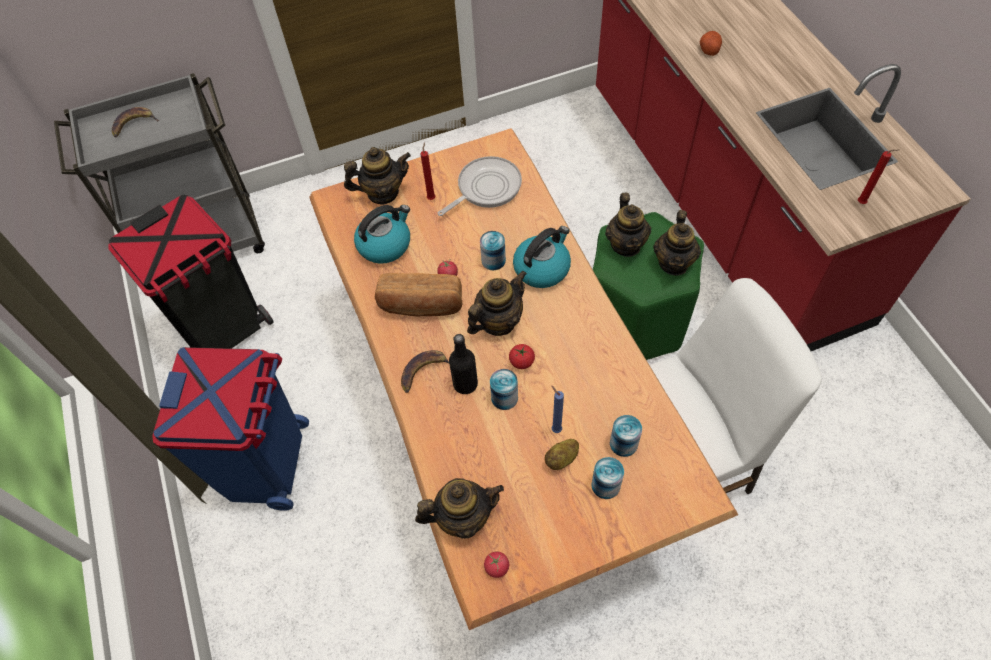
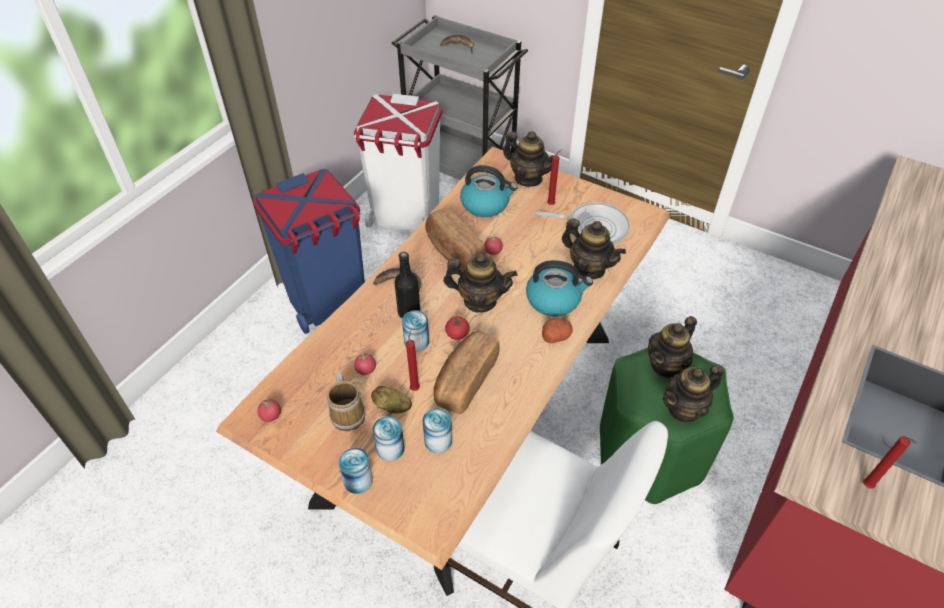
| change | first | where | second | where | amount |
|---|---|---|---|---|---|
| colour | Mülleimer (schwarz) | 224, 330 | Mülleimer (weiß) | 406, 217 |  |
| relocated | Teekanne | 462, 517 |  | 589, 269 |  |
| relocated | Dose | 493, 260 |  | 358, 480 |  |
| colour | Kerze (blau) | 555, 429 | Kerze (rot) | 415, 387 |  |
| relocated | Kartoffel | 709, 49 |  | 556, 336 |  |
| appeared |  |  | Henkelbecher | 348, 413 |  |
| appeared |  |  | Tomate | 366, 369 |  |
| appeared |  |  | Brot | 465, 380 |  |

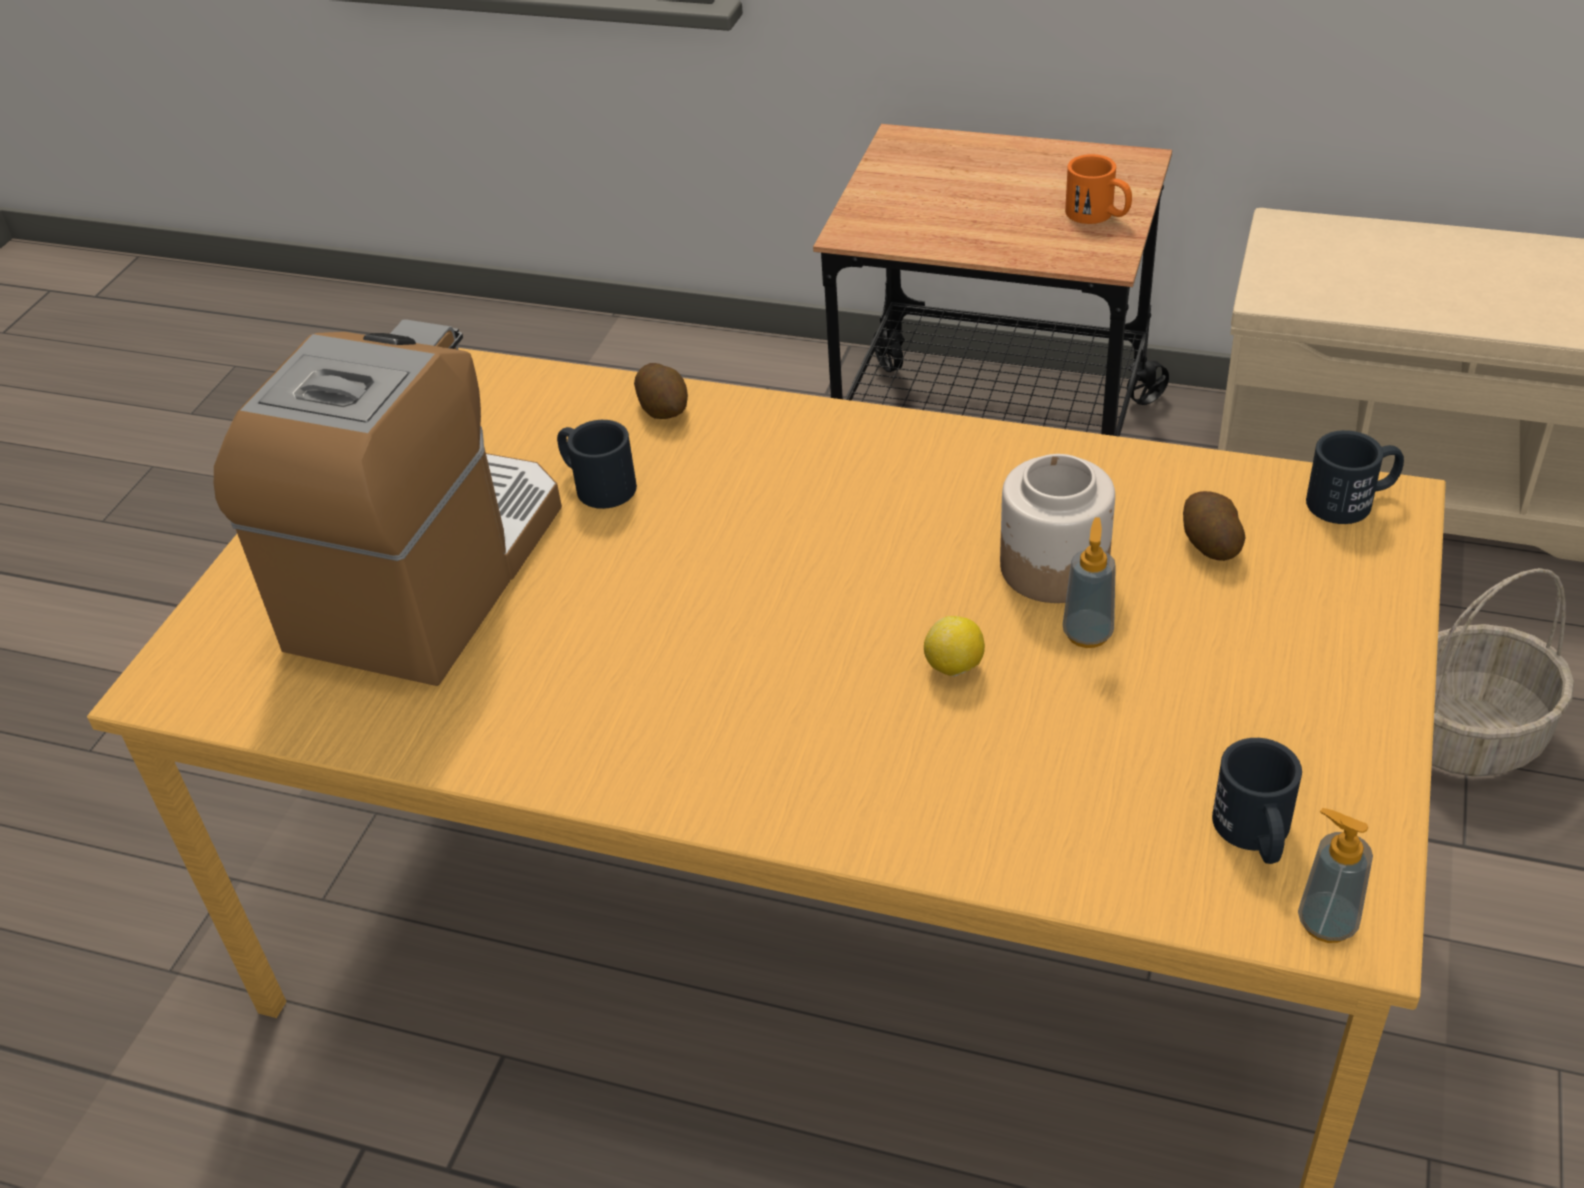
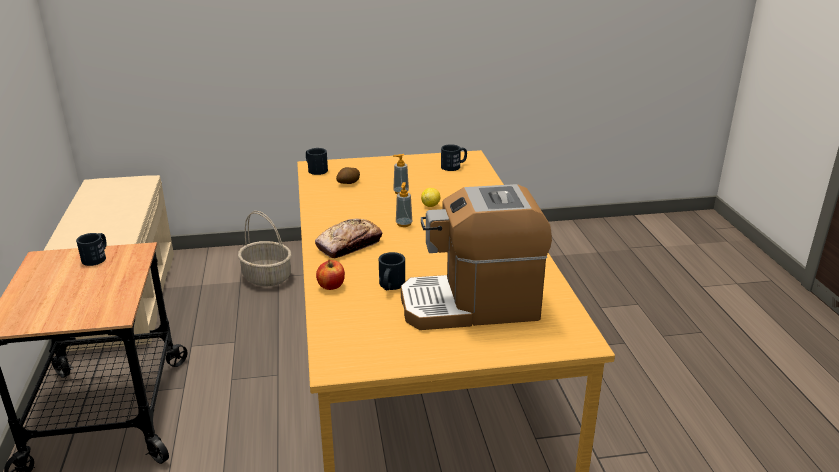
| change | first | where | second | where | amount |
|---|---|---|---|---|---|
| exchanged | Kartoffel | 664, 409 | Apfel | 331, 286 |  |
| missing | Vorratsglas | 1053, 566 |  |  |  |
| colour | Henkelbecher (orange) | 1098, 215 | Henkelbecher (schwarz) | 97, 257 |  |
| relocated | Seifenspender | 1327, 923 |  | 404, 224 |  |
| appeared |  |  | Brot | 349, 245 |  |

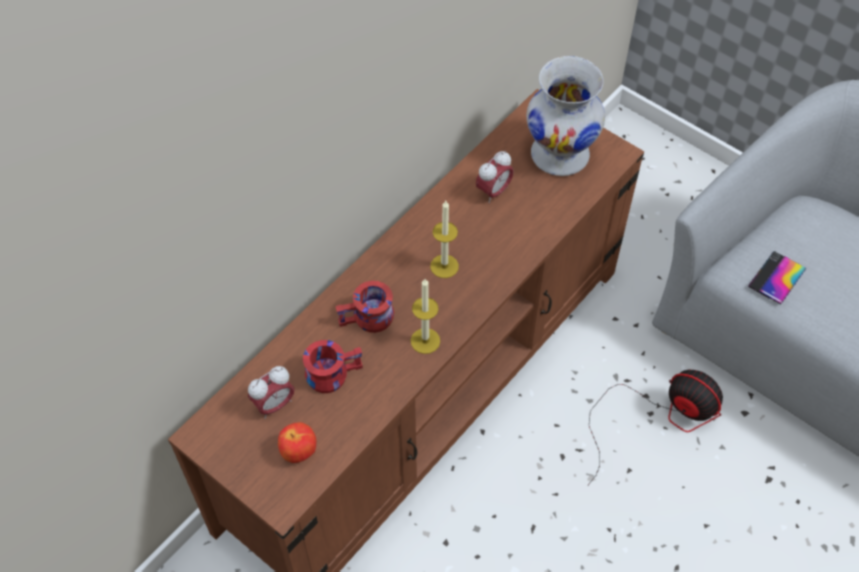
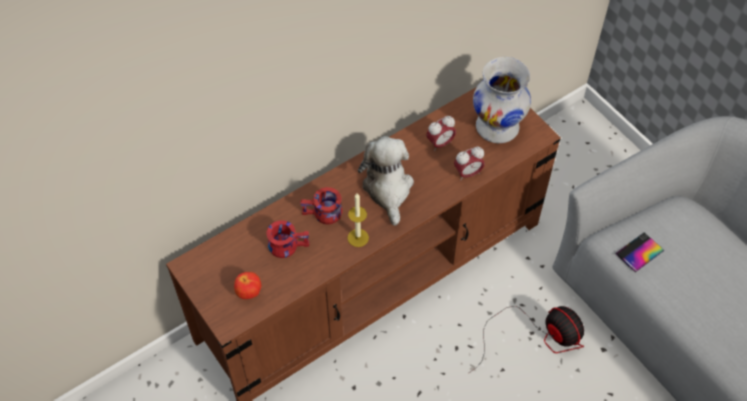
| change | first | where | second | where | amount |
|---|---|---|---|---|---|
| relocated | Wecker | 274, 405 |  | 468, 173 |  |
| exchanged | Kerze | 444, 266 | Plüschtier | 388, 189 |  |

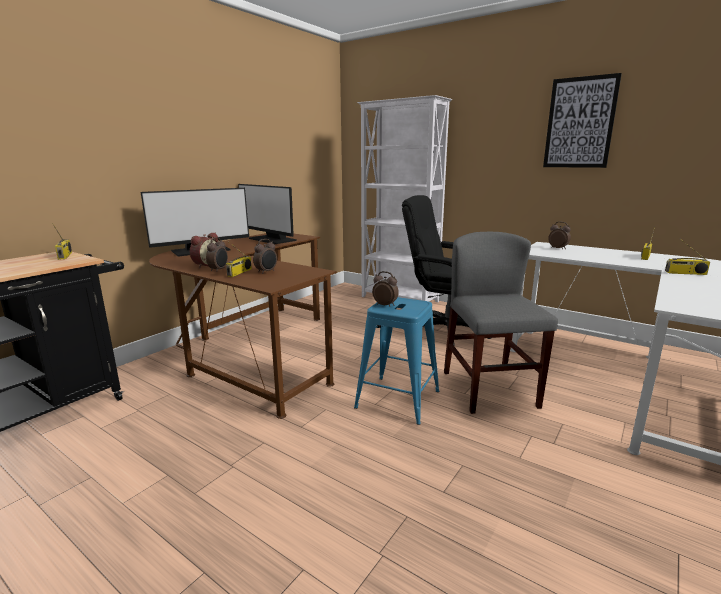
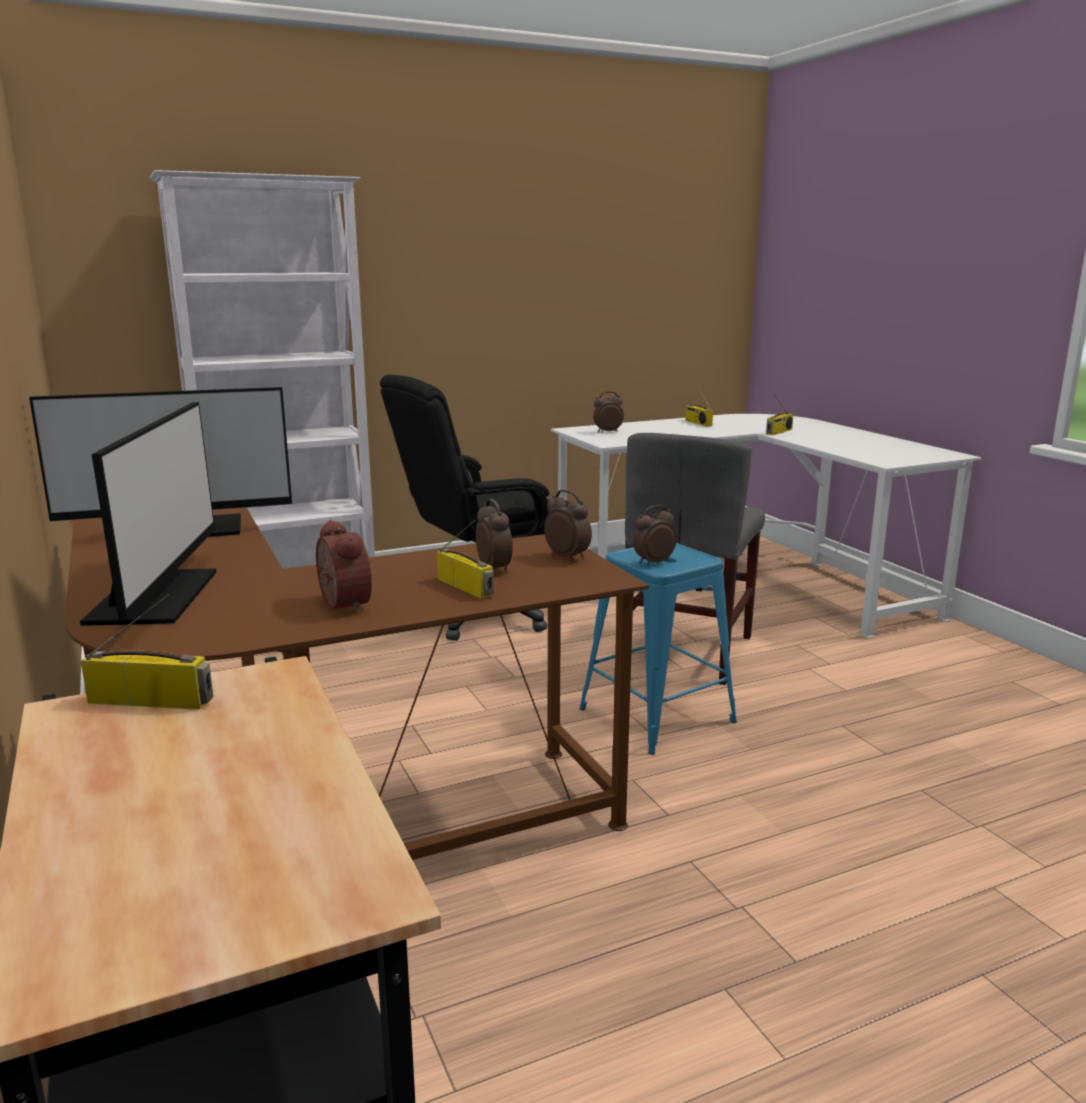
| change | first | where | second | where | amount |
|---|---|---|---|---|---|
| relocated | Wecker | 219, 270 |  | 568, 557 |  |
| spun | Stuhl (grau) | 489, 389 |  | 687, 651 | 90 degrees counterclockwise |
| missing | Bild | 580, 123 |  |  |  |

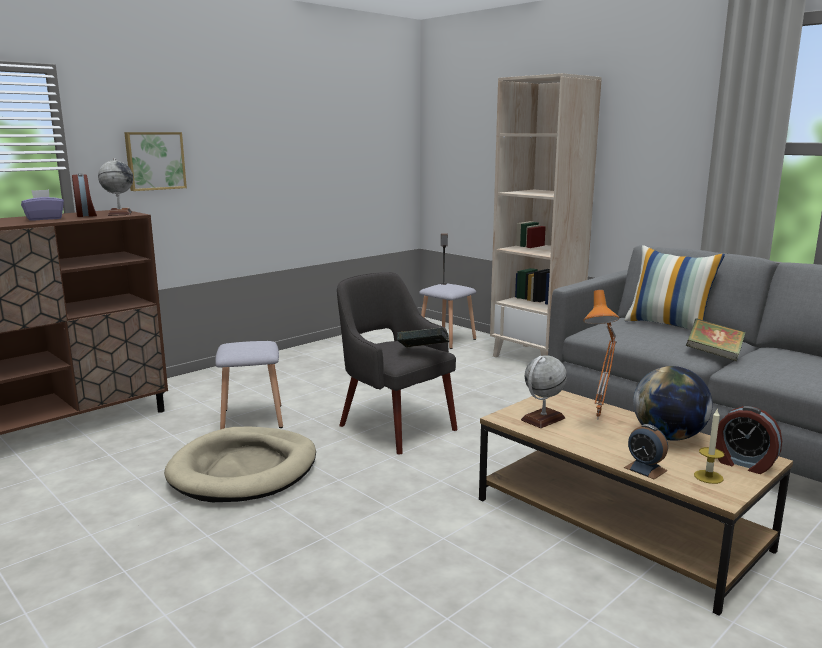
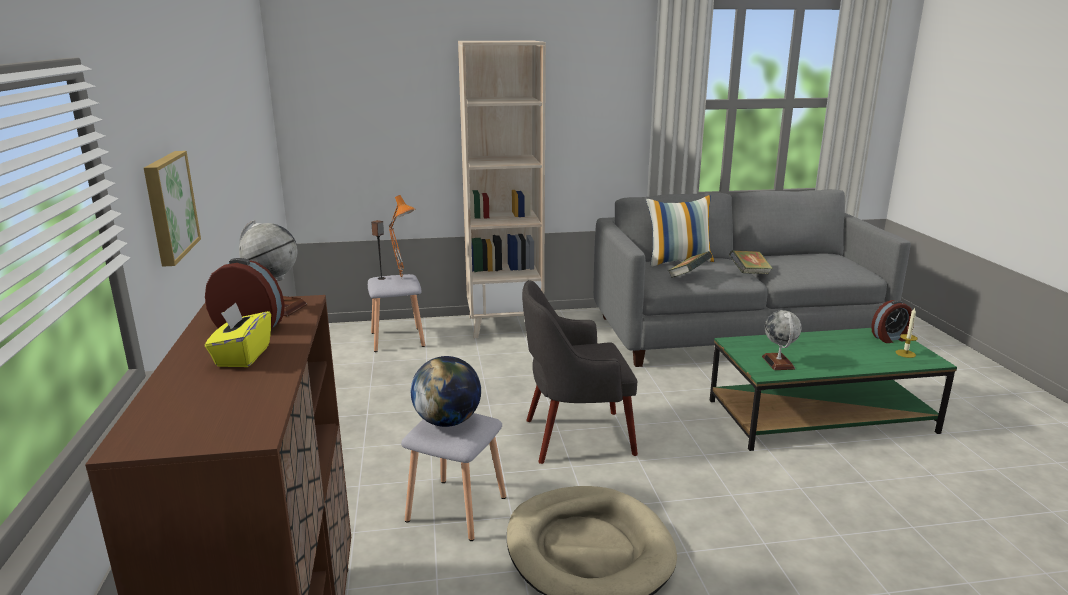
| change | first | where | second | where | amount |
|---|---|---|---|---|---|
| colour | Taschentuchbox (lila) | 44, 219 | Taschentuchbox (gelb) | 242, 356 |  |
| relocated | Buch | 423, 352 |  | 688, 276 |  |
| colour | Couchtisch (braun) | 618, 523 | Couchtisch (grün) | 820, 416 |  |
| relocated | Tischlampe (orange) | 600, 419 |  | 403, 278 |  |
| missing | Wecker | 645, 469 |  |  |  |
| relocated | Globus | 668, 437 |  | 447, 421 |  |

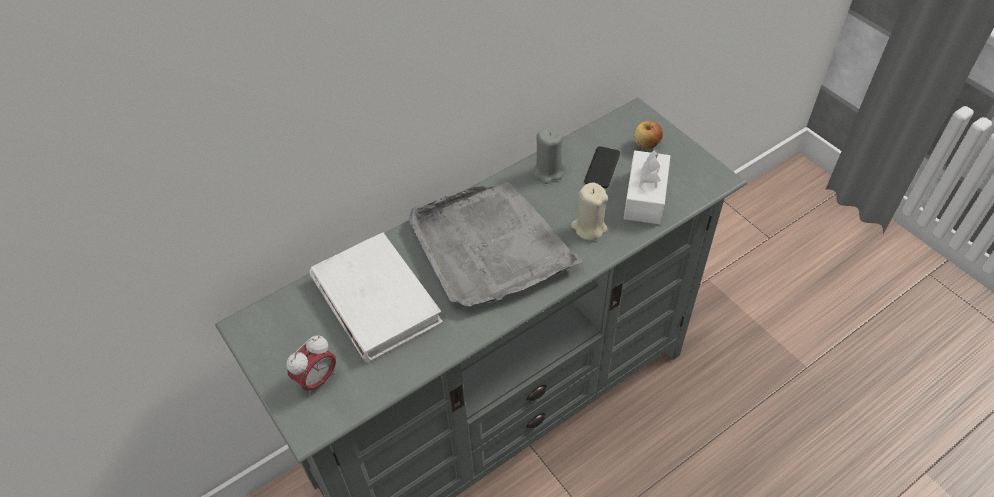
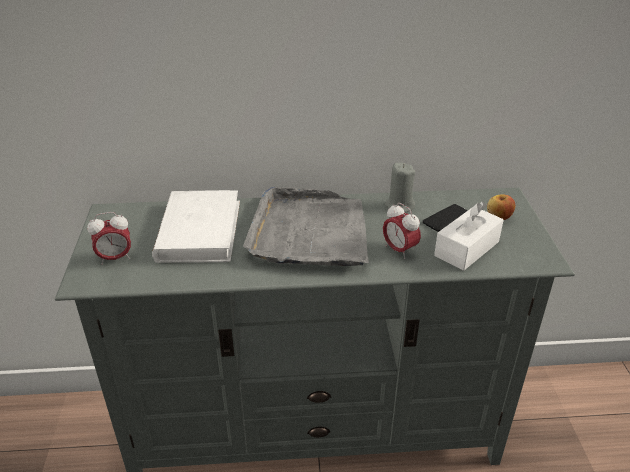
| change | first | where | second | where | amount |
|---|---|---|---|---|---|
| exchanged | Kerze (beige) | 589, 228 | Wecker | 399, 250 |  |

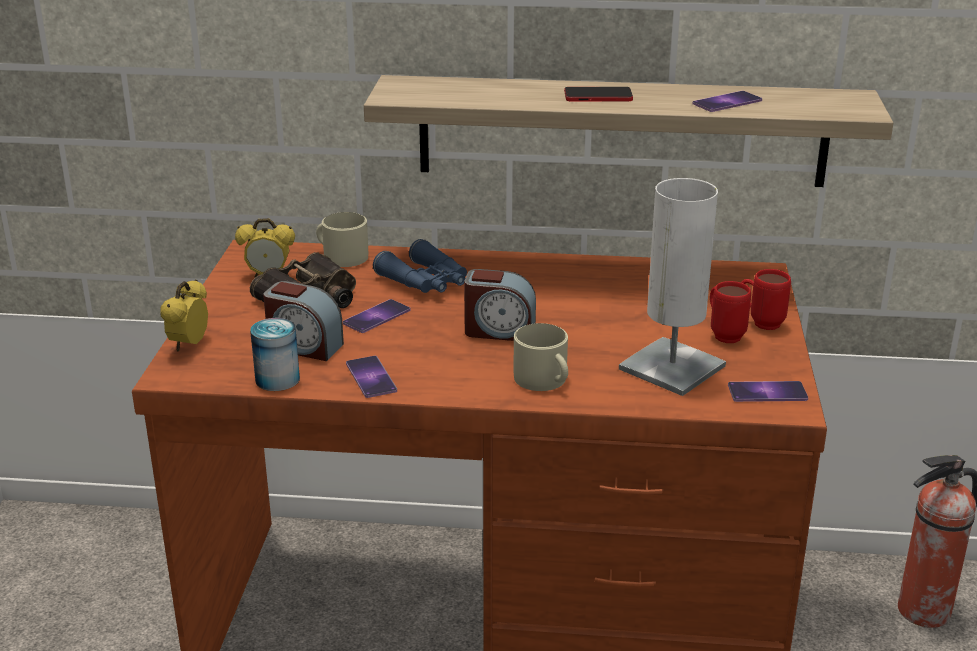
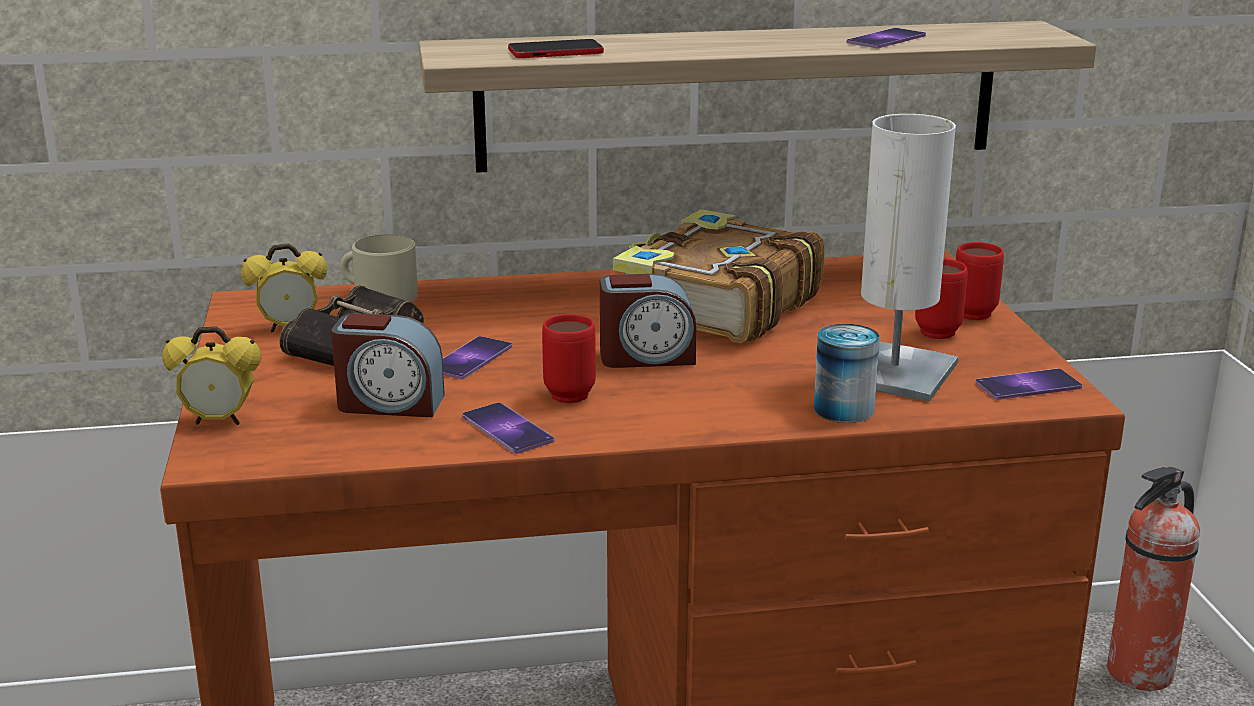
| change | first | where | second | where | amount |
|---|---|---|---|---|---|
| spun | Wecker | 189, 345 |  | 219, 421 | 90 degrees counterclockwise |
| relocated | Dose | 277, 379 |  | 843, 409 |  |
| missing | Fernglas (blau) | 426, 282 |  |  |  |
| missing | Henkelbecher (beige) | 544, 380 |  |  |  |
| relocated | Handy | 598, 96 |  | 555, 51 |  |
| appeared |  |  | Henkelbecher (rot) | 569, 391 |  |
| appeared |  |  | Buch | 716, 307 |  |

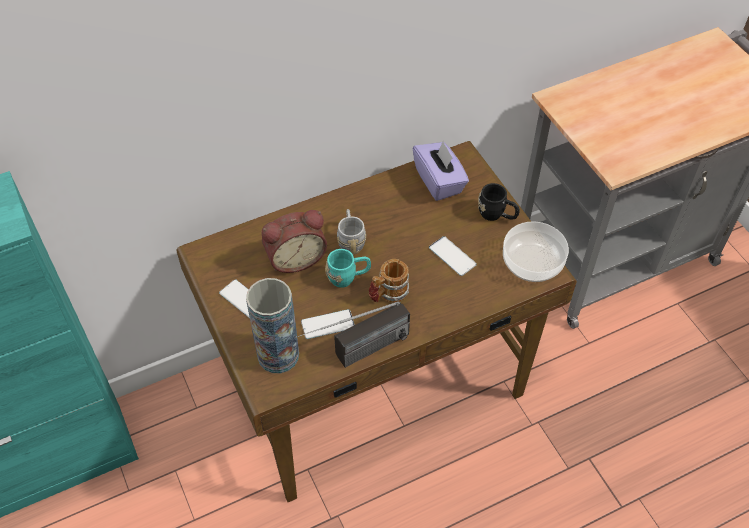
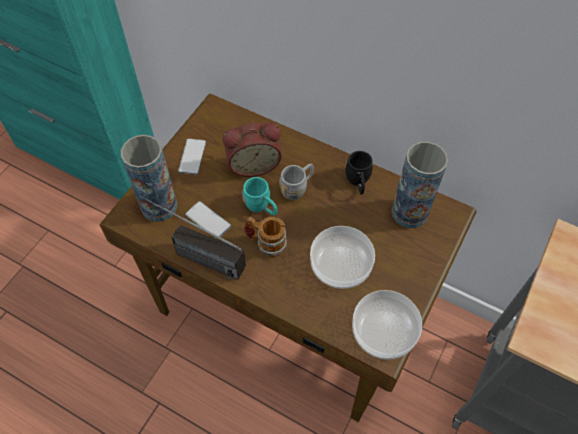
| change | first | where | second | where | amount |
|---|---|---|---|---|---|
| spun | Wecker | 295, 257 |  | 253, 163 | 45 degrees counterclockwise |
| exchanged | Taschentuchbox (lila) | 439, 181 | Vase | 409, 212 |  |
| exchanged | Handy | 452, 256 | Schüssel | 340, 266 |  |
| relocated | Henkelbecher (schwarz) | 496, 215 |  | 358, 182 |  |

